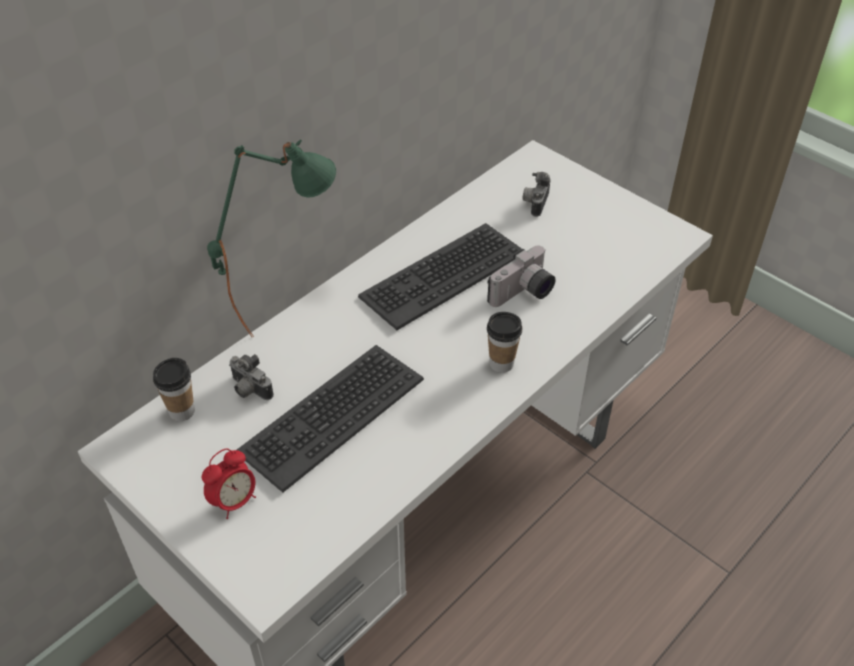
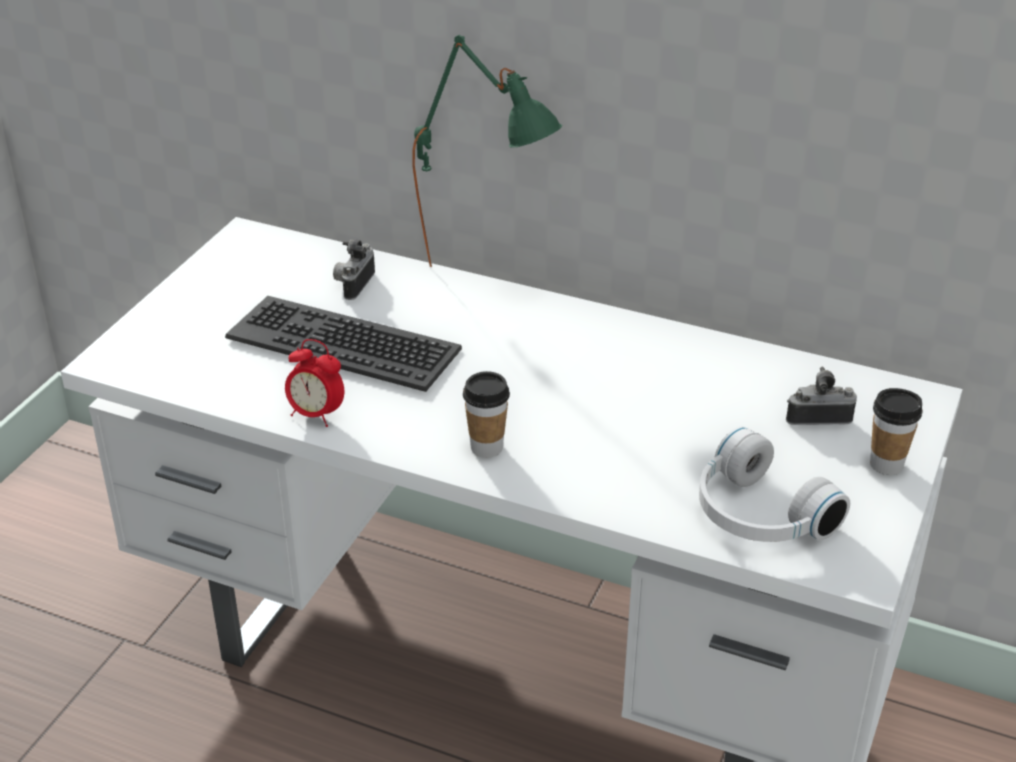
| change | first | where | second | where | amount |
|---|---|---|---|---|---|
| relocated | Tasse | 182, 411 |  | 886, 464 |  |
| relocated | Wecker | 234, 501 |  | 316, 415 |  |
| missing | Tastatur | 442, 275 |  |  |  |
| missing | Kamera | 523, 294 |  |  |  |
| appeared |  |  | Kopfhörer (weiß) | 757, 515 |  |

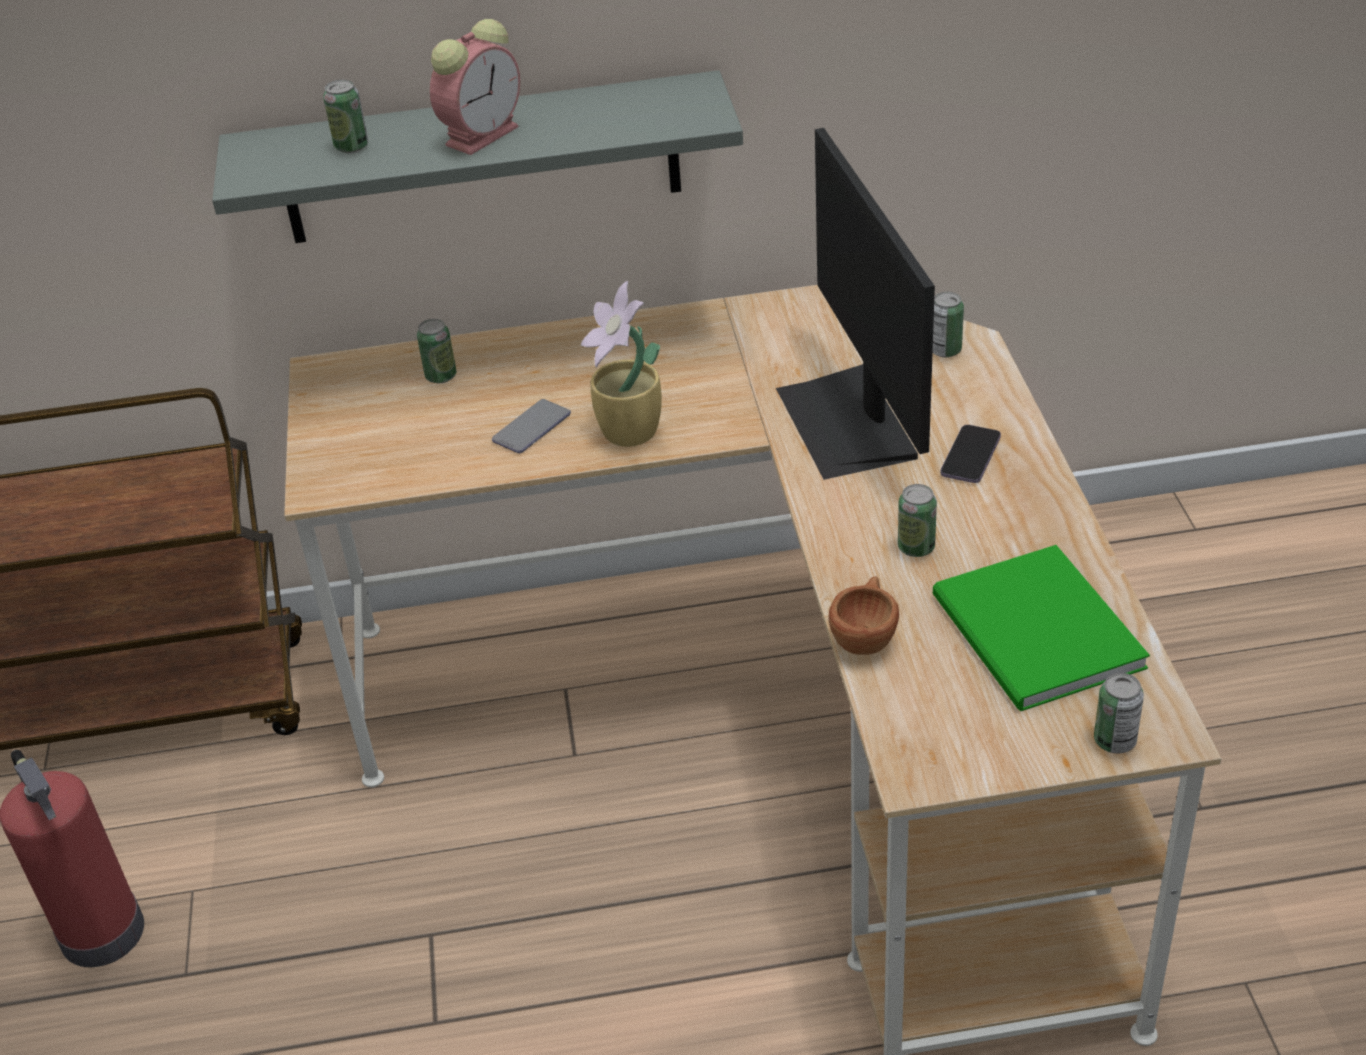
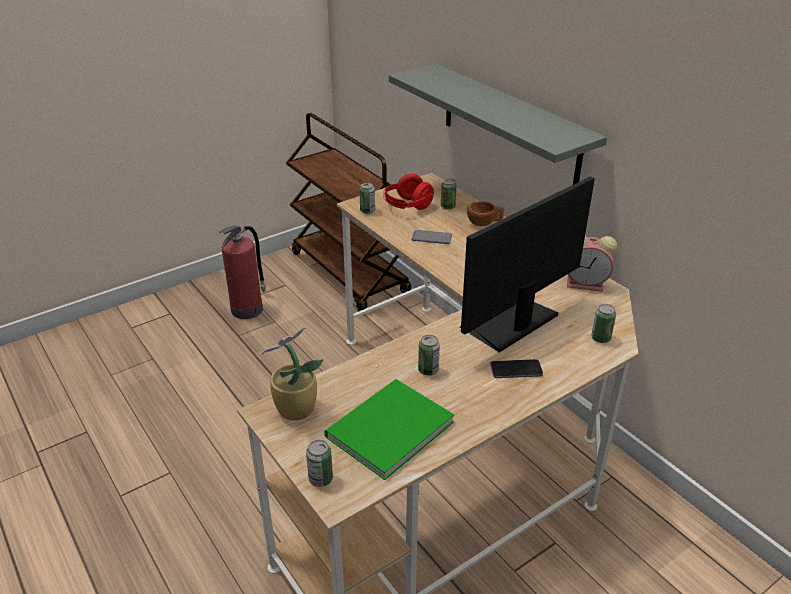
| change | first | where | second | where | amount |
|---|---|---|---|---|---|
| relocated | Dose | 351, 146 |  | 367, 211 |  |
| relocated | Wecker | 483, 134 |  | 586, 284 |  |
| relocated | Topfpflanze | 630, 434 |  | 294, 410 |  |
| relocated | Tasse (braun) | 865, 635 |  | 485, 223 |  |
| appeared |  |  | Kopfhörer (rot) | 407, 206 |  |

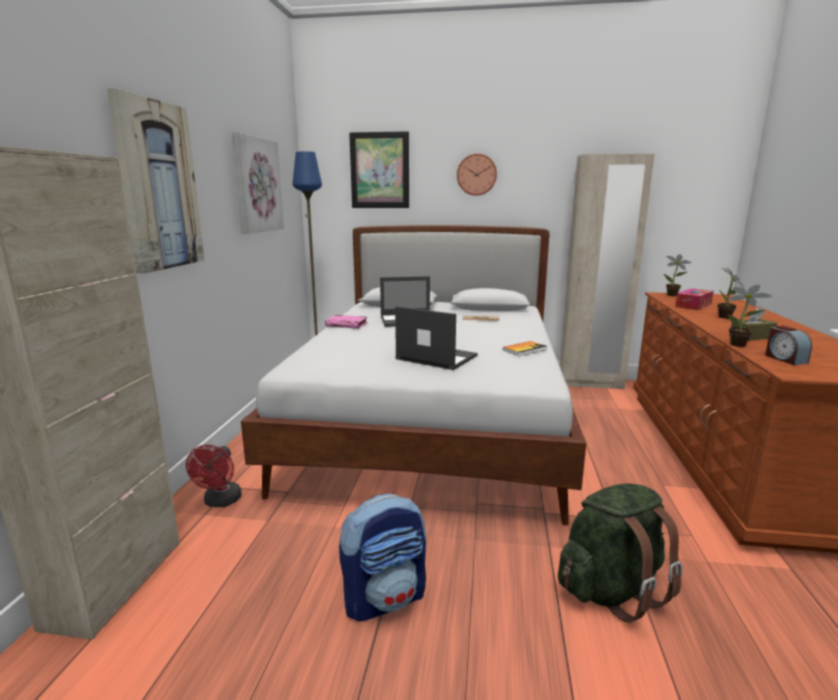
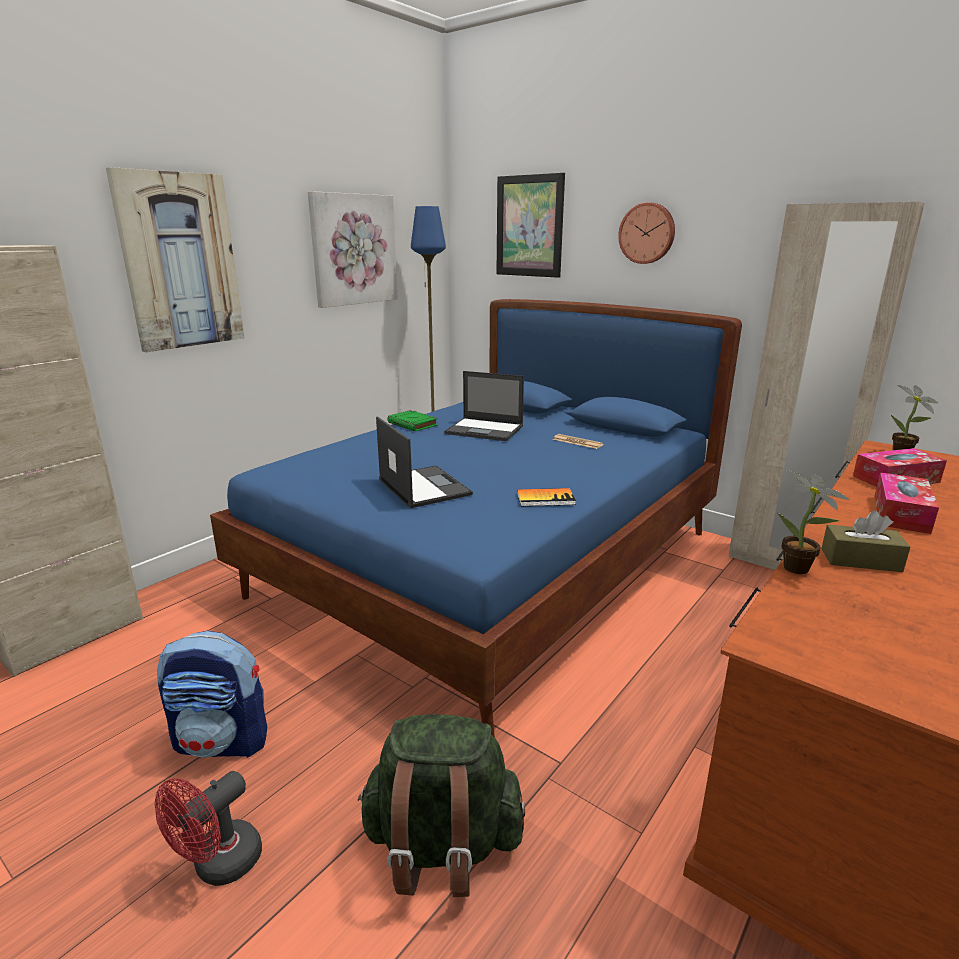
| change | first | where | second | where | amount |
|---|---|---|---|---|---|
| relocated | Ventilator (rot) | 220, 502 |  | 219, 866 |  |
| colour | Bett (weiß) | 433, 424 | Bett (blau) | 494, 565 |  |
| colour | Buch (rosa) | 347, 325 | Buch (grün) | 413, 424 |  |
| exchanged | Topfpflanze | 725, 318 | Taschentuchbox | 900, 514 |  |
| missing | Wecker | 784, 359 |  |  |  |

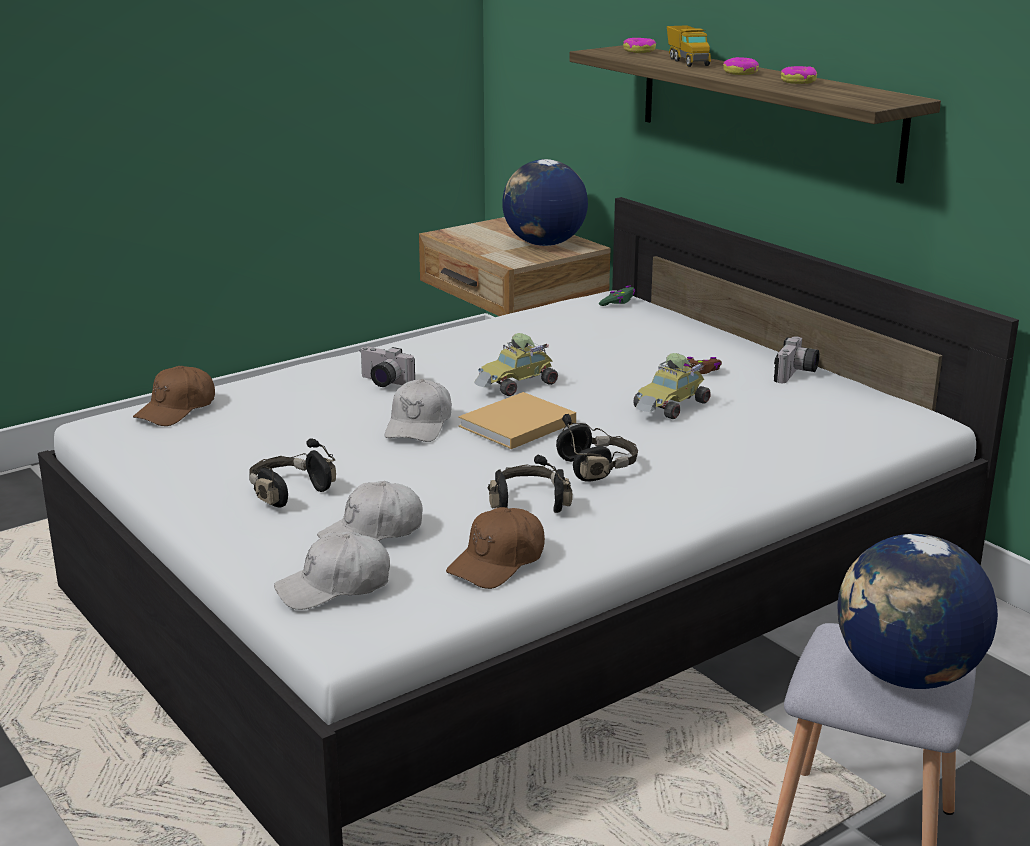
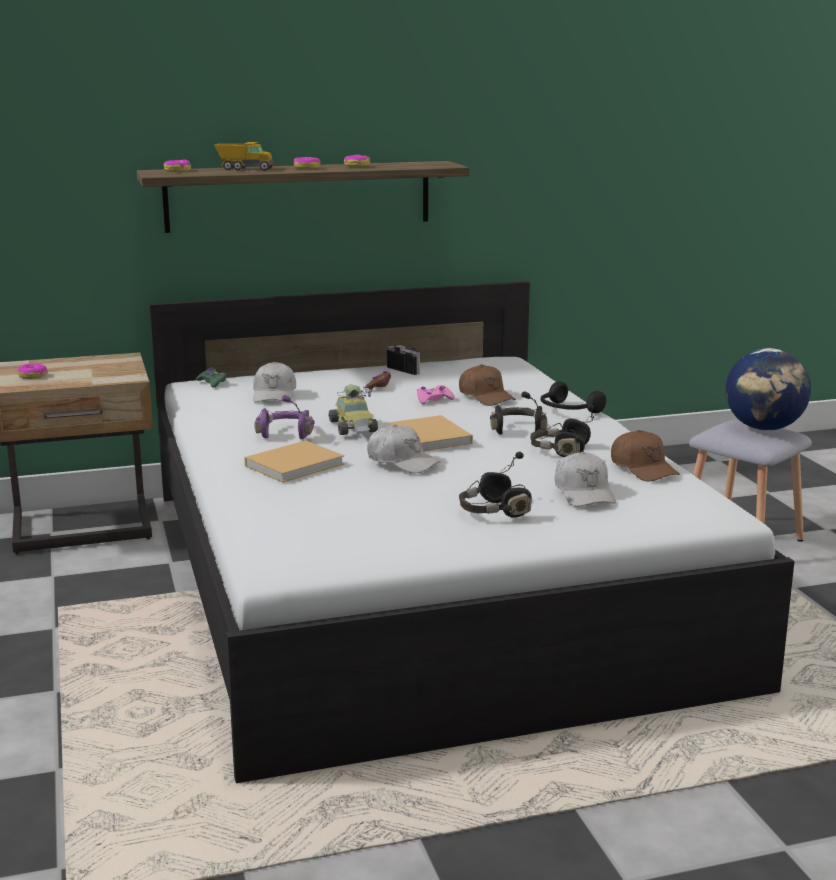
| change | first | where | second | where | amount |
|---|---|---|---|---|---|
| relocated | Kappe (braun) | 177, 410 |  | 486, 397 |  |
| relocated | Kappe (weiß) | 334, 587 |  | 274, 394 |  |
| exchanged | Kamera | 383, 383 | Buch (beige) | 297, 464 |  |
| missing | Globus | 544, 244 |  |  |  |
| exchanged | Spielzeugauto | 671, 406 | Gamepad (rosa) | 434, 400 |  |
| appeared |  |  | Donut | 33, 376 |  |
| appeared |  |  | Kopfhörer (lila) | 286, 434 |  |
| appeared |  |  | Kopfhörer (schwarz) | 568, 410 |  |

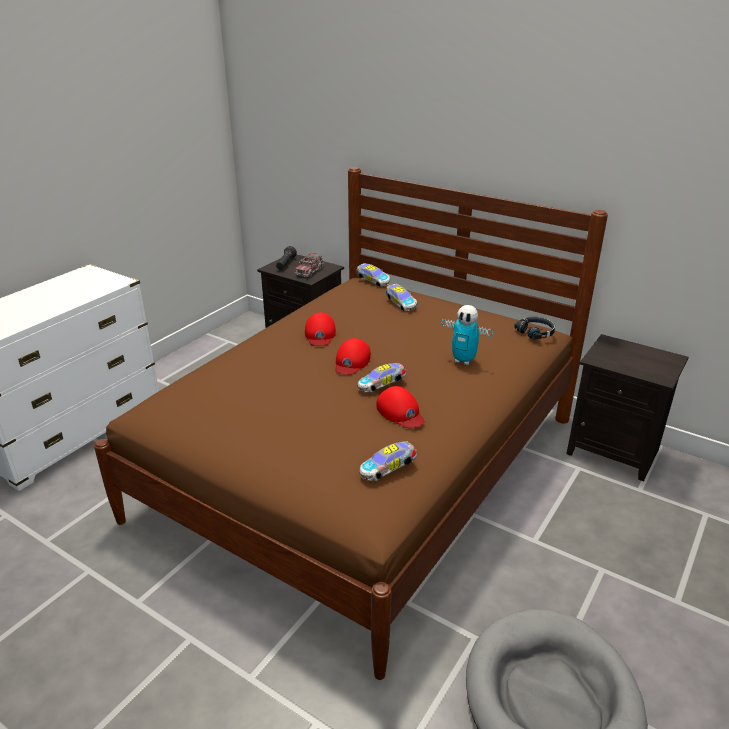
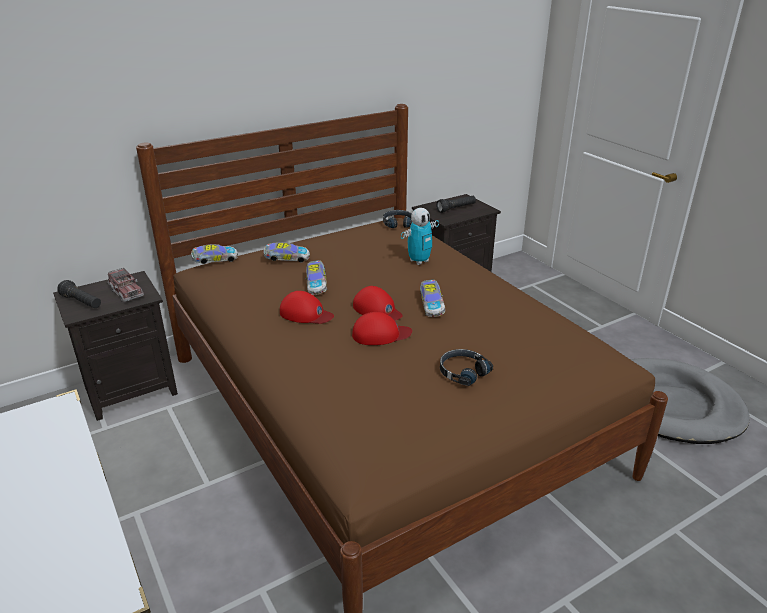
| change | first | where | second | where | amount |
|---|---|---|---|---|---|
| relocated | Spielzeugauto | 388, 469 |  | 316, 284 |  |
| relocated | Kappe (rot) | 400, 412 |  | 381, 334 |  |
| appeared |  |  | Taschenlampe (schwarz) | 456, 209 |  |
| appeared |  |  | Kopfhörer (schwarz) | 462, 372 |  |

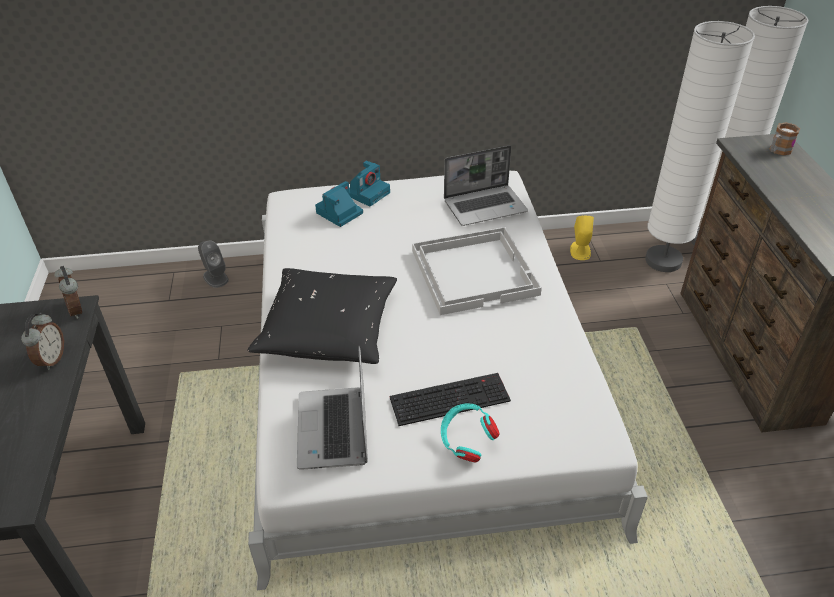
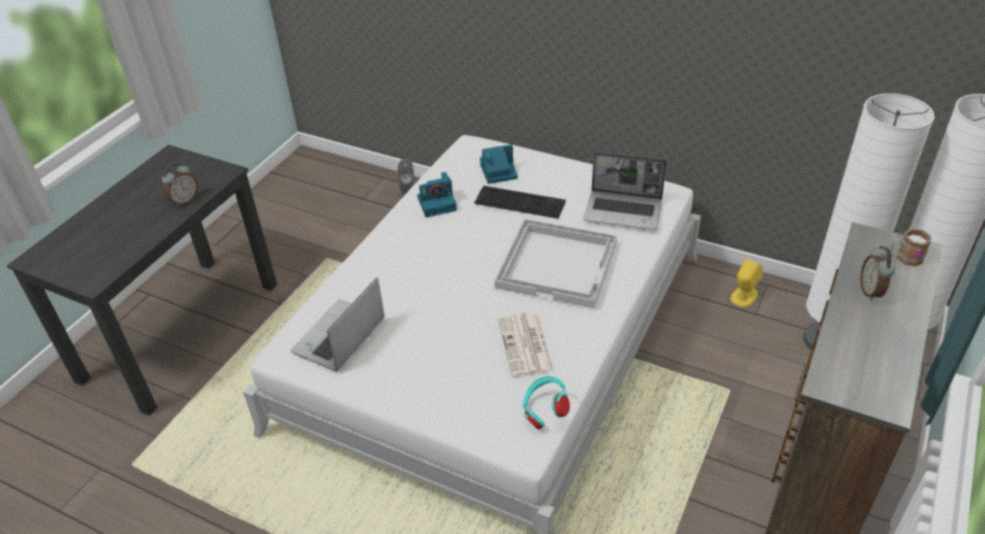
| change | first | where | second | where | amount |
|---|---|---|---|---|---|
| relocated | Wecker | 78, 310 |  | 871, 291 |  |
| missing | Kissen (schwarz) | 328, 328 |  |  |  |
| relocated | Kamera | 367, 193 |  | 437, 203 |  |
| relocated | Tastatur | 450, 398 |  | 521, 202 |  |
| relocated | Kopfhörer (türkis) | 466, 443 |  | 544, 412 |  |
| appeared |  |  | Zeitung | 526, 345 |  |

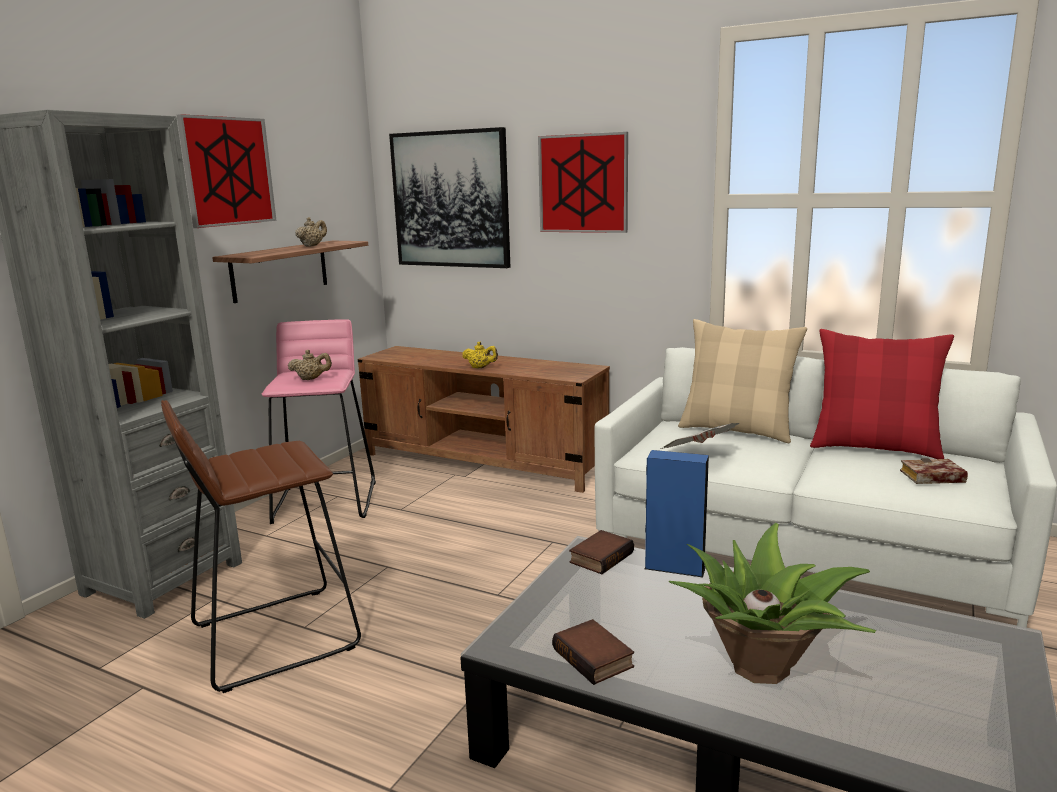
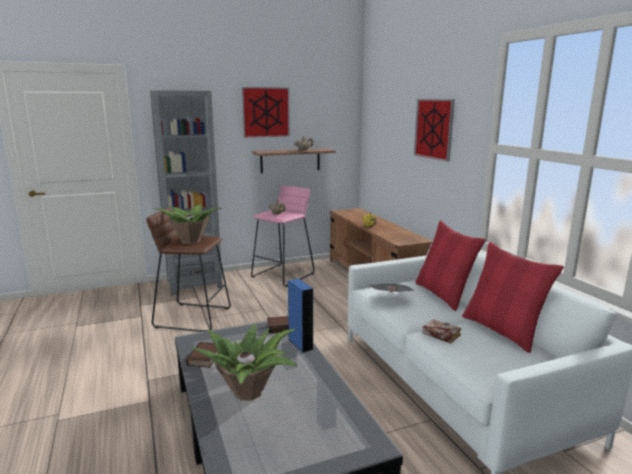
| change | first | where | second | where | amount |
|---|---|---|---|---|---|
| missing | Bild | 450, 199 |  |  |  |
| colour | Kissen (beige) | 737, 430 | Kissen (rot) | 443, 295 |  |
| relocated | Buch | 930, 478 |  | 439, 334 |  |
| appeared |  |  | Topfpflanze | 190, 241 |  |

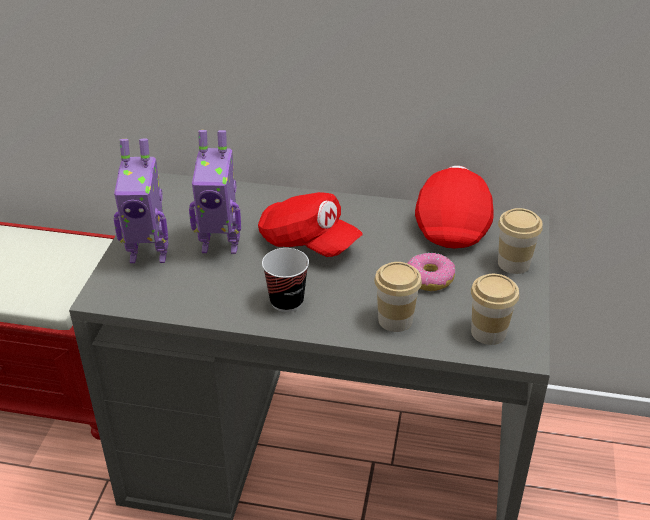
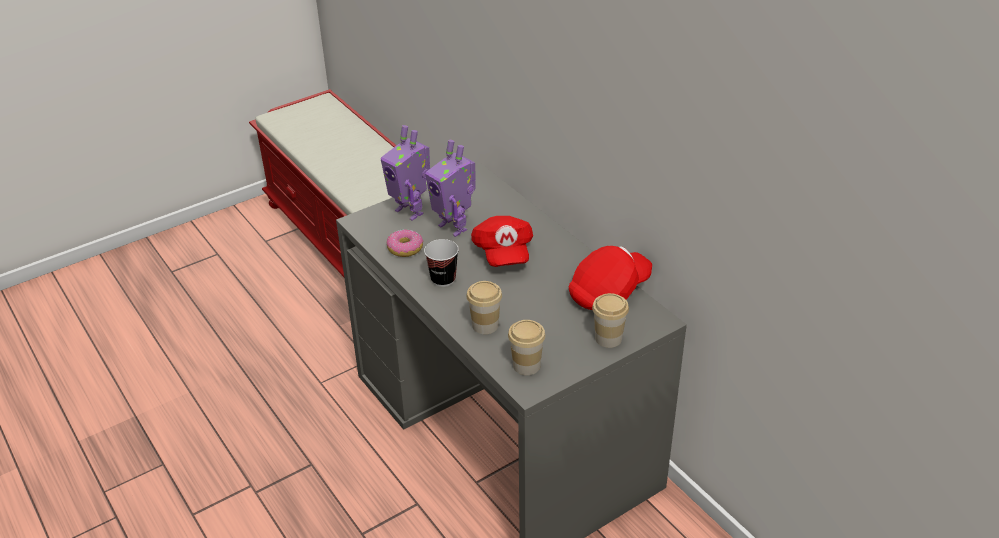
| change | first | where | second | where | amount |
|---|---|---|---|---|---|
| relocated | Donut | 429, 278 |  | 405, 248 |  |

